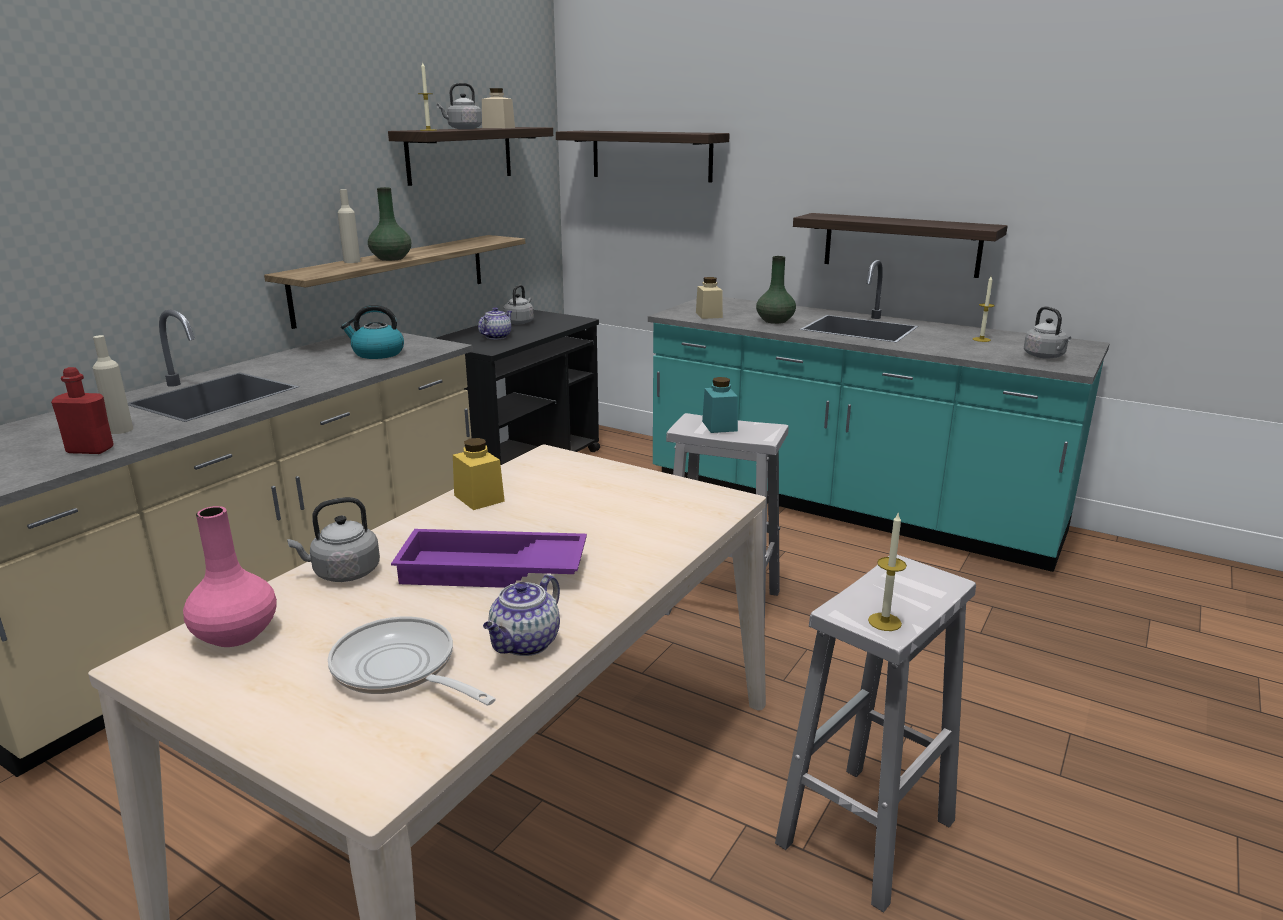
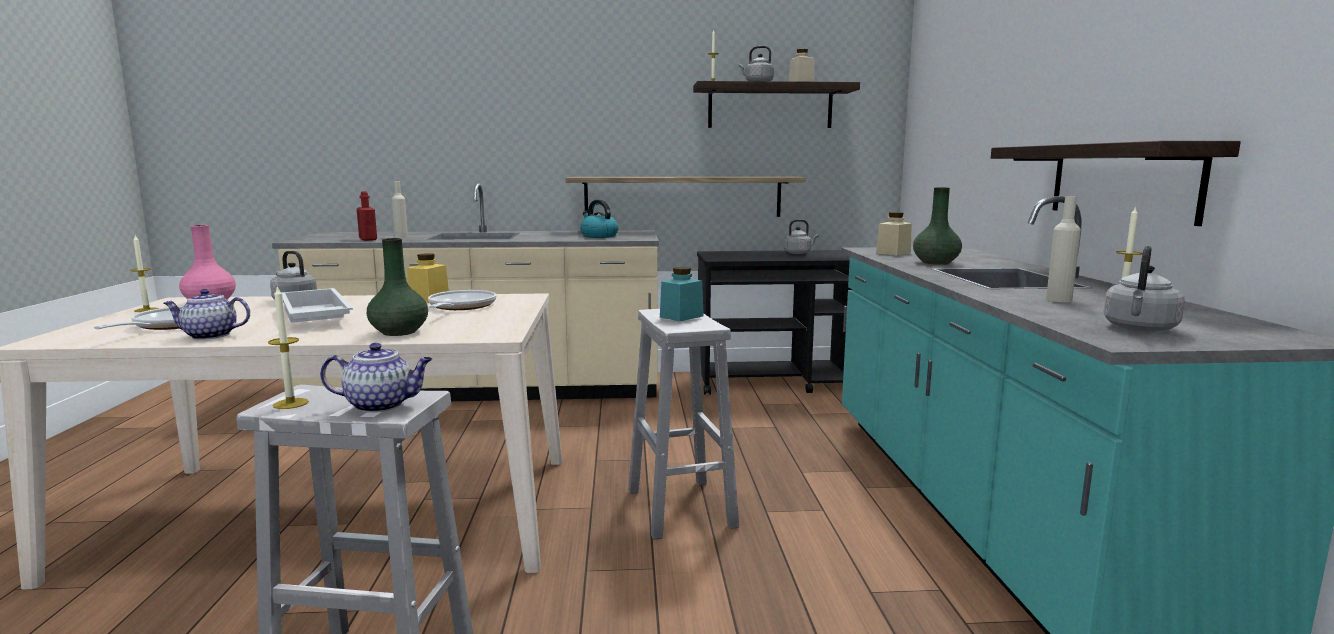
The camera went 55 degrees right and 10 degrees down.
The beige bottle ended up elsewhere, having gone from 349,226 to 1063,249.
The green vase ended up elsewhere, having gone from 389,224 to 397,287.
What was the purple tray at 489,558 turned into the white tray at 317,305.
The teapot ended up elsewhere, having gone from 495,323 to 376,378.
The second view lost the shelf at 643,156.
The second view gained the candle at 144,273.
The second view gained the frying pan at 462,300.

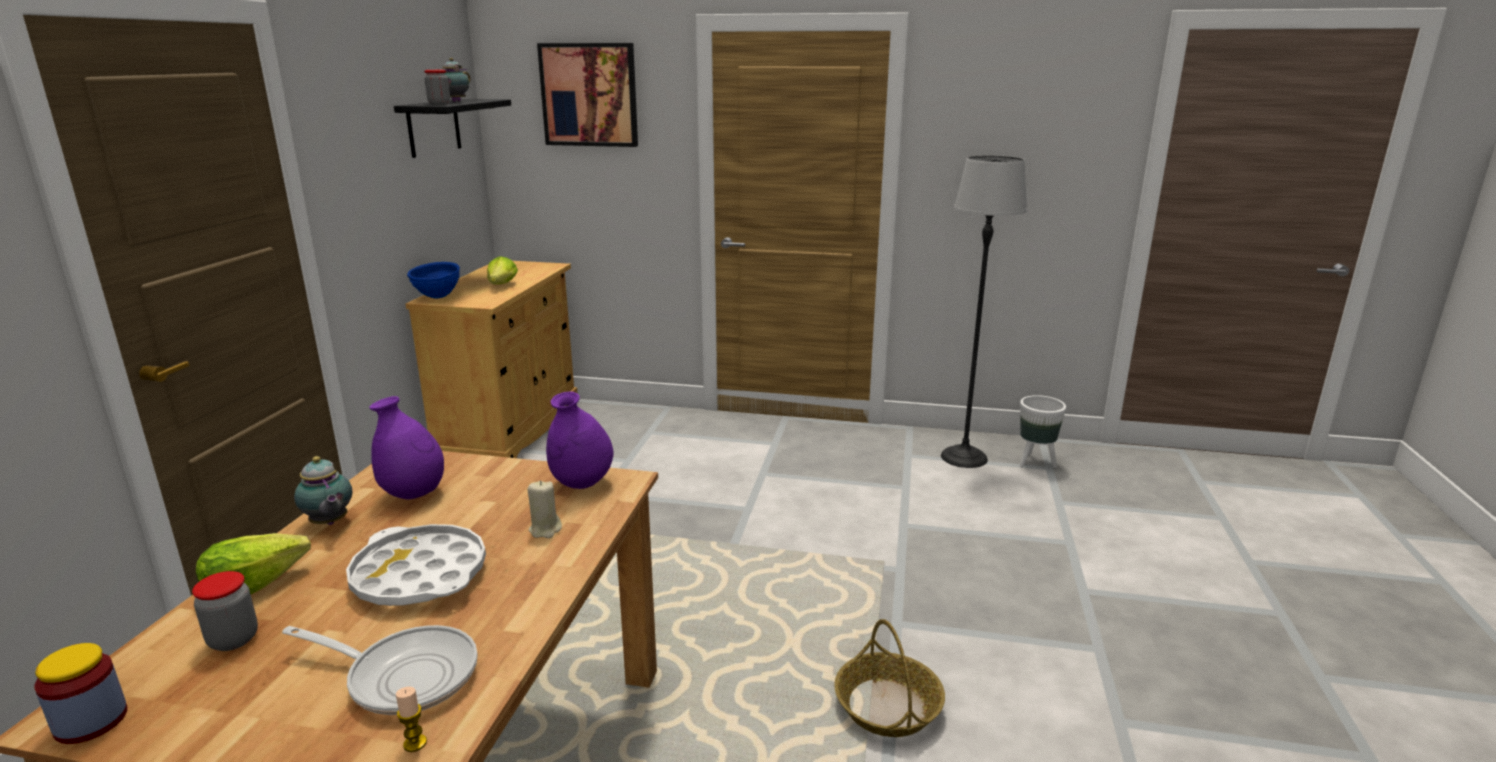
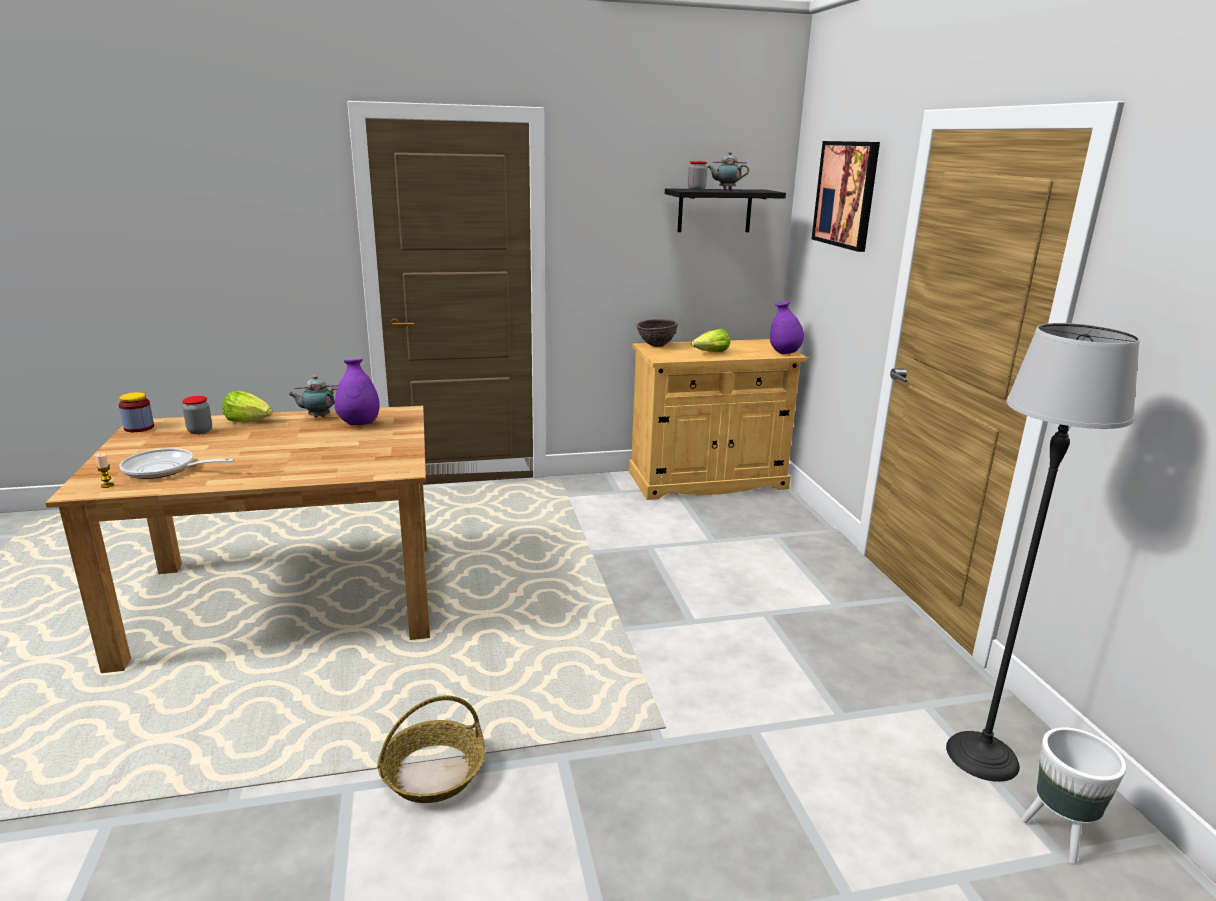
The camera went 65 degrees right and 0 degrees up.
The frying pan at 380,670 ended up facing another way, 105 degrees clockwise from before.
The teapot at 323,490 ended up facing another way, 45 degrees clockwise from before.
The second view lost the white tray at 416,565.
What was the blue bowl at 433,280 turned into the brown bowl at 657,333.
The second view lost the beige candle at 545,509.
The purple vase ended up elsewhere, having gone from 580,440 to 787,327.

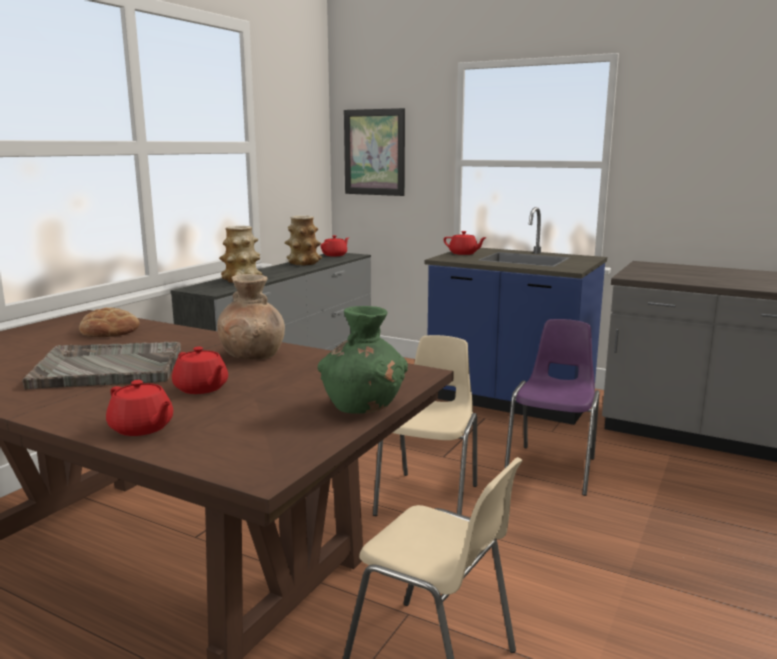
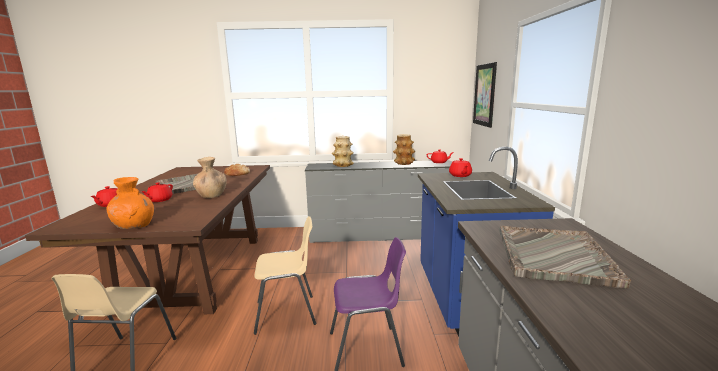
The camera went 60 degrees right and 0 degrees up.
What was the green vase at 363,360 turned into the orange vase at 130,203.
The second view gained the grey tray at 565,257.

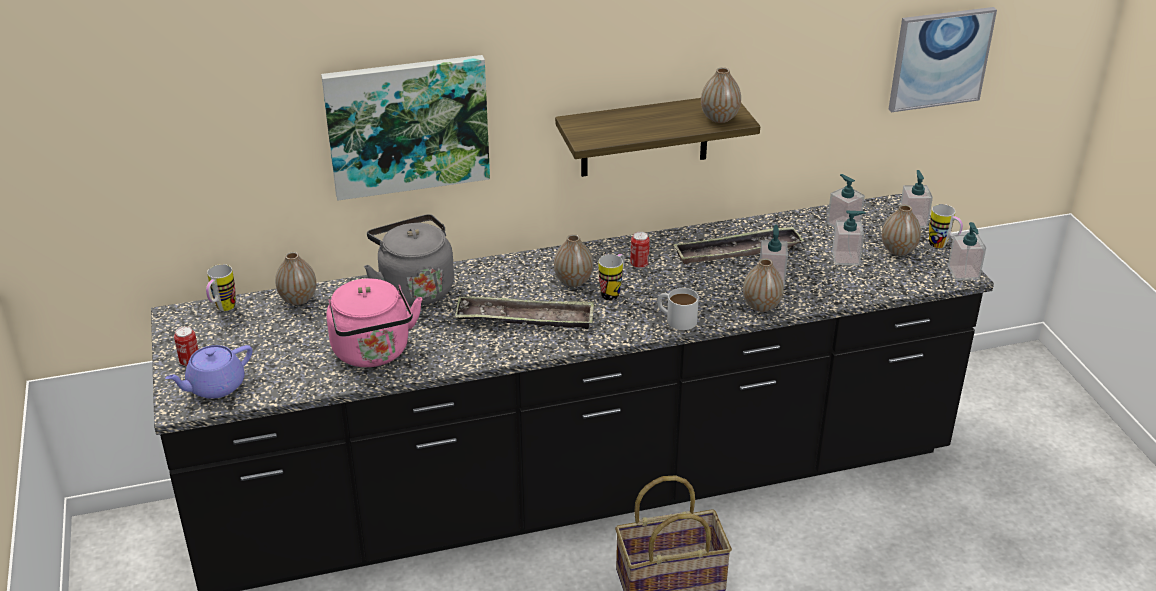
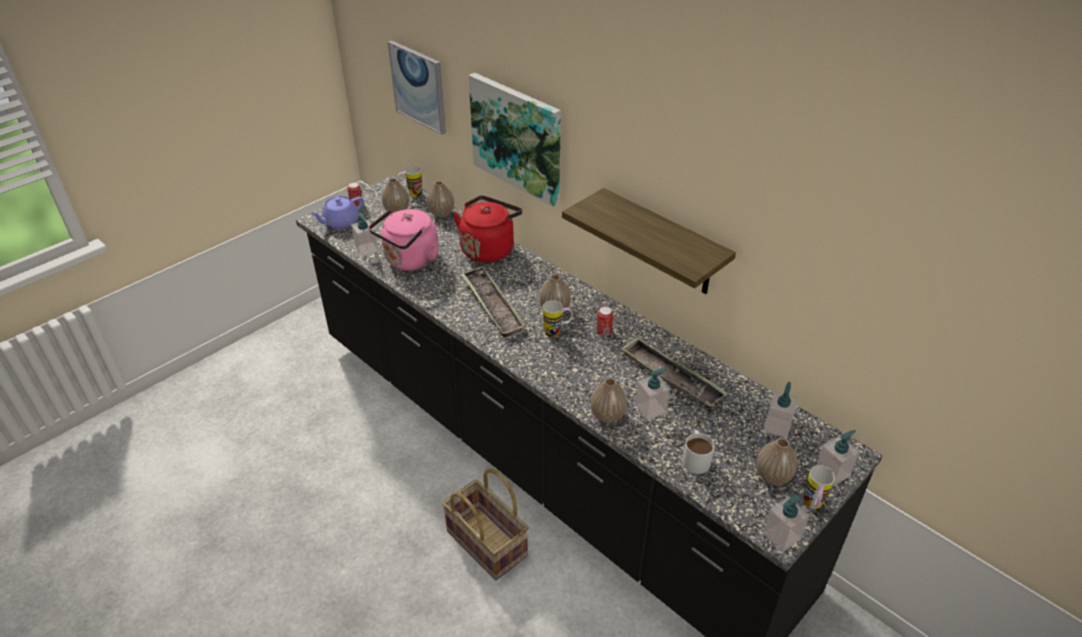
The camera went 60 degrees right and 5 degrees up.
The purple teapot at 208,372 ended up facing another way, 60 degrees counterclockwise from before.
What was the grey kettle at 409,260 turned into the red kettle at 487,229.
The white mug ended up elsewhere, having gone from 678,309 to 698,452.
The vase ended up elsewhere, having gone from 721,95 to 395,196.
The soap dispenser ended up elsewhere, having gone from 849,237 to 365,234.
The picture ended up elsewhere, having gone from 943,59 to 417,88.

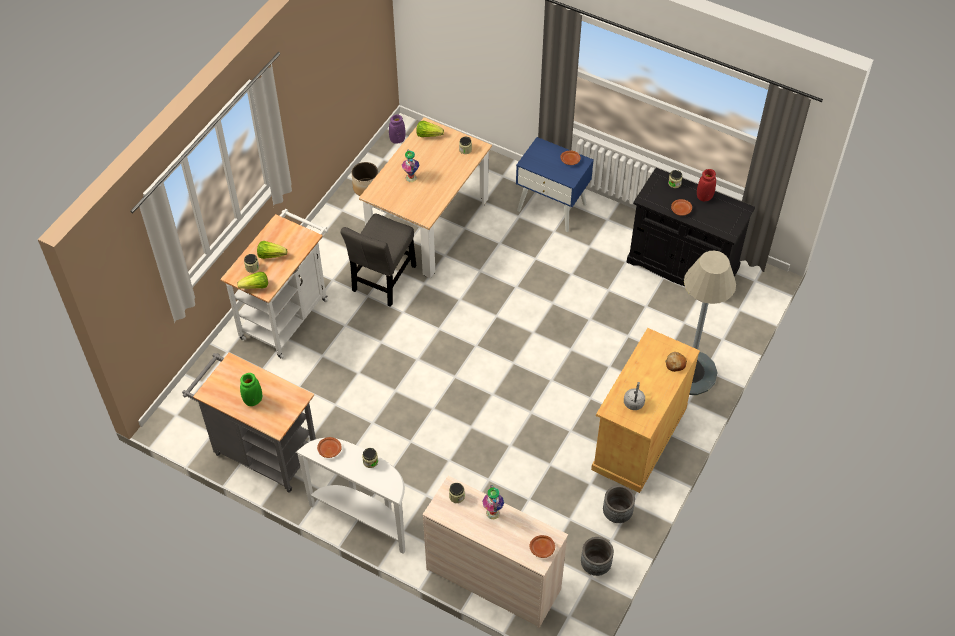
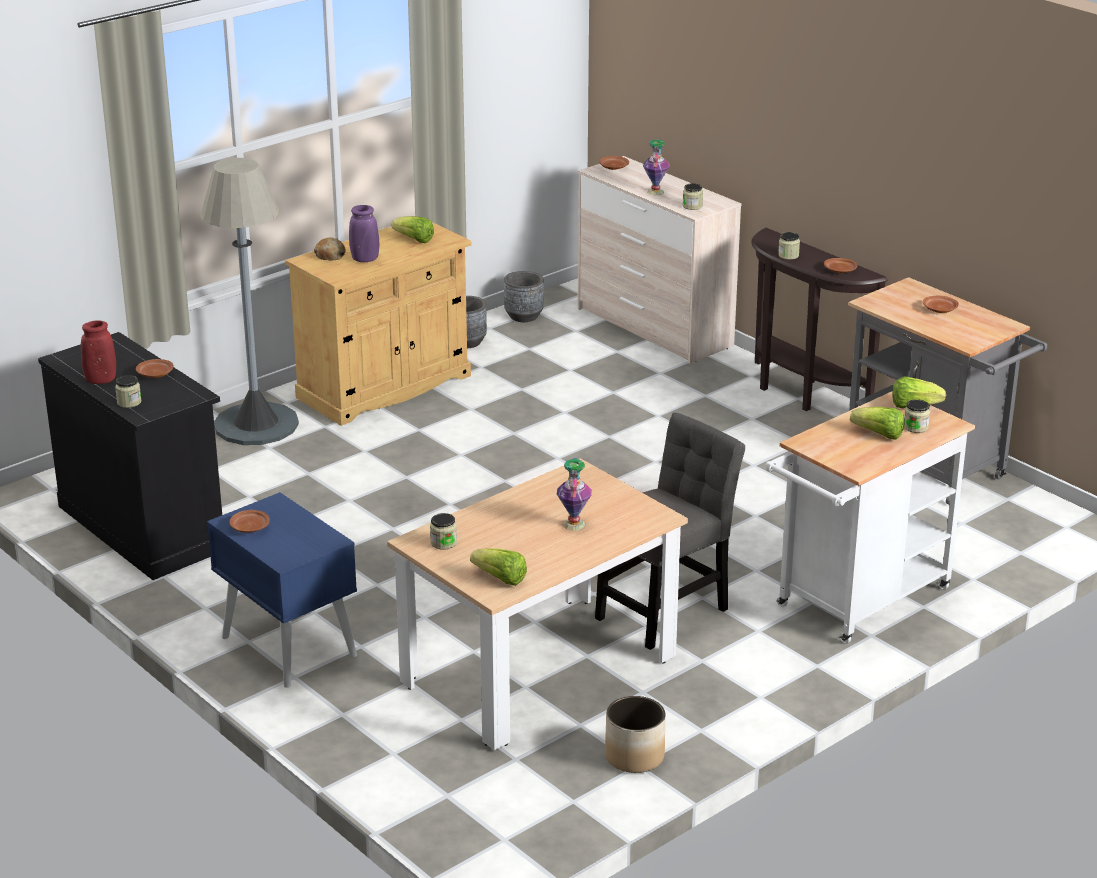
The camera went 160 degrees left and 25 degrees down.
Where the green vase stood at 251,389, the brown plate came to stand at 941,304.
What was the white console table at 350,496 turned into the brown console table at 819,319.
The purple vase ended up elsewhere, having gone from 397,129 to 364,233.
Where the grey kettle stood at 634,396, the lettuce came to stand at 412,229.

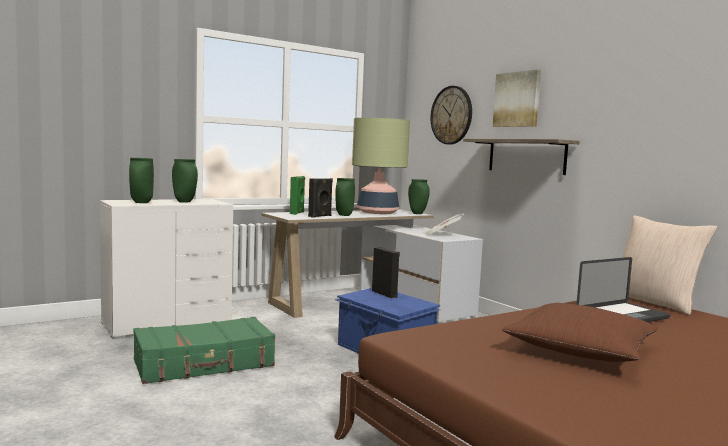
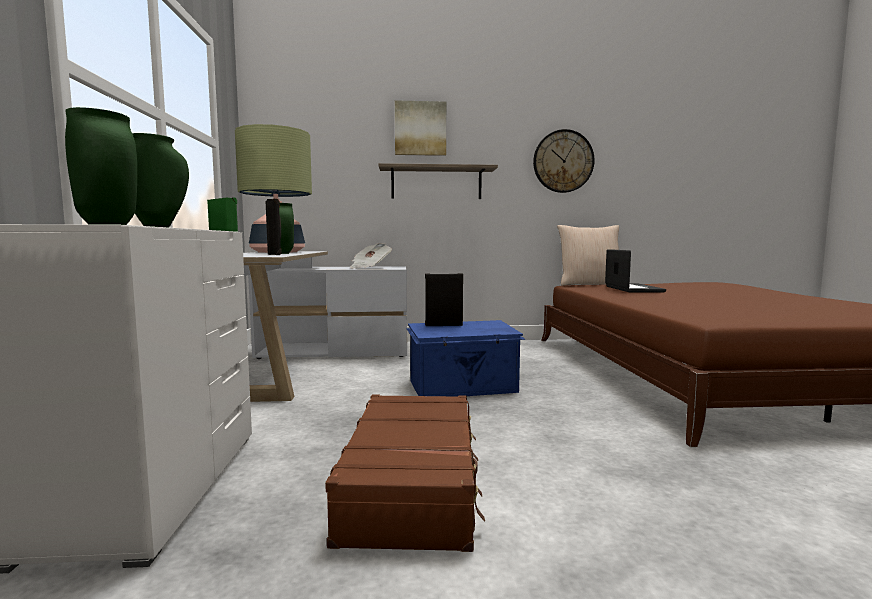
The camera went 60 degrees left and 0 degrees up.
What was the green suitcase at 204,350 turned into the brown suitcase at 405,473.
The second view lost the green vase at 419,196.
The wall clock ended up elsewhere, having gone from 451,115 to 564,161.
The second view lost the brown pillow at 580,332.

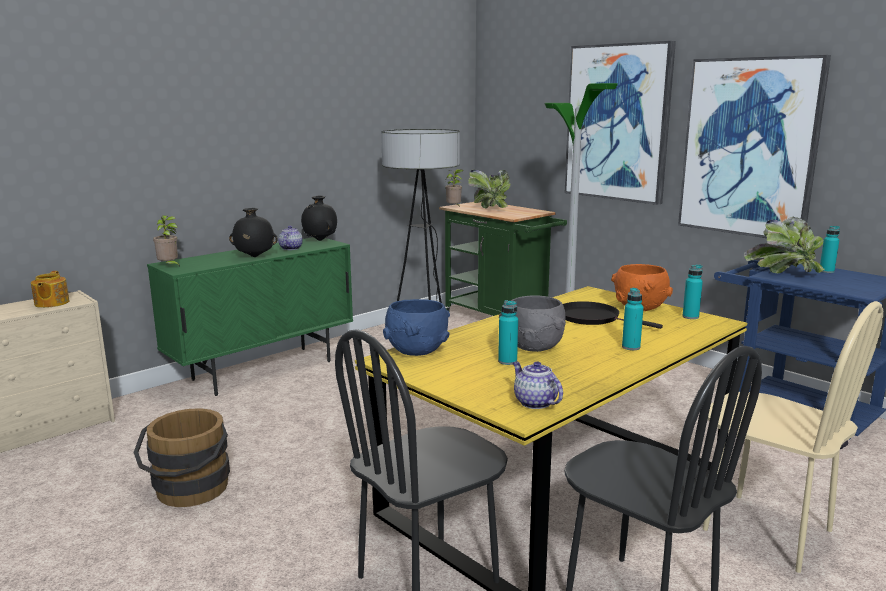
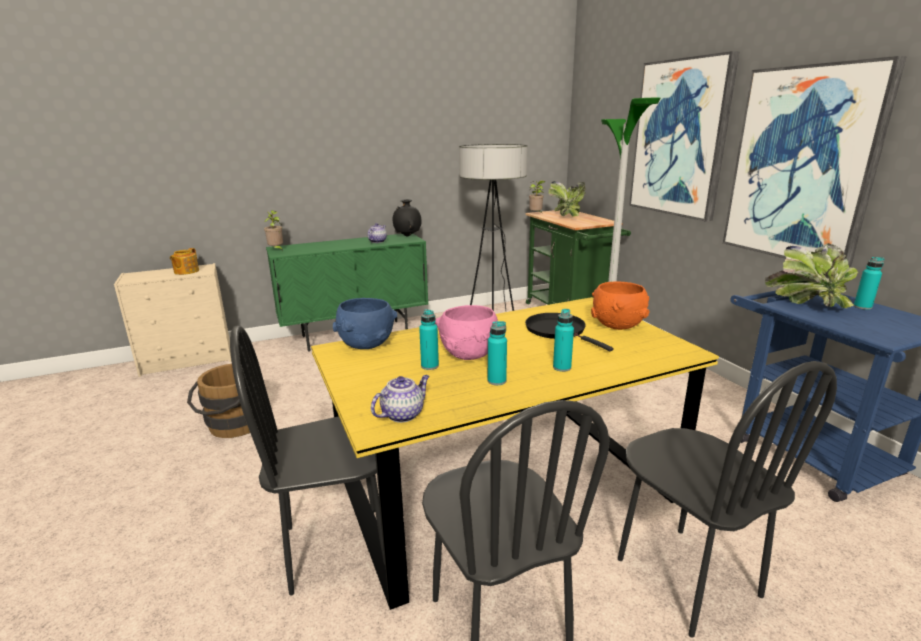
The camera went 20 degrees right and 5 degrees up.
The second view lost the black vase at 253,232.
What was the grey bowl at 532,324 turned into the pink bowl at 466,332.
The teapot at 537,385 ended up facing another way, 60 degrees clockwise from before.
The turquoise bottle ended up elsewhere, having gone from 692,292 to 497,353.
What was the beige chair at 793,437 turned into the black chair at 727,499.

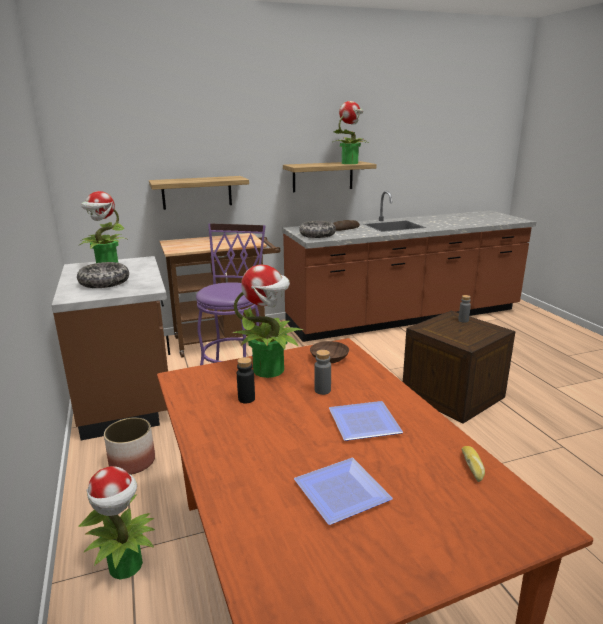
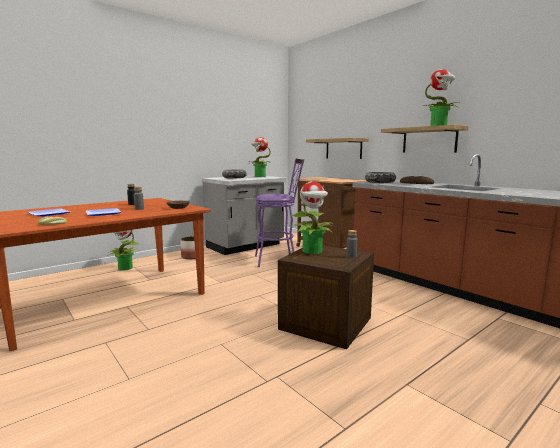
The camera went 70 degrees right and 10 degrees down.
What was the brown counter at 111,348 turned into the grey counter at 244,215.
The potted plant ended up elsewhere, having gone from 267,321 to 312,218.

